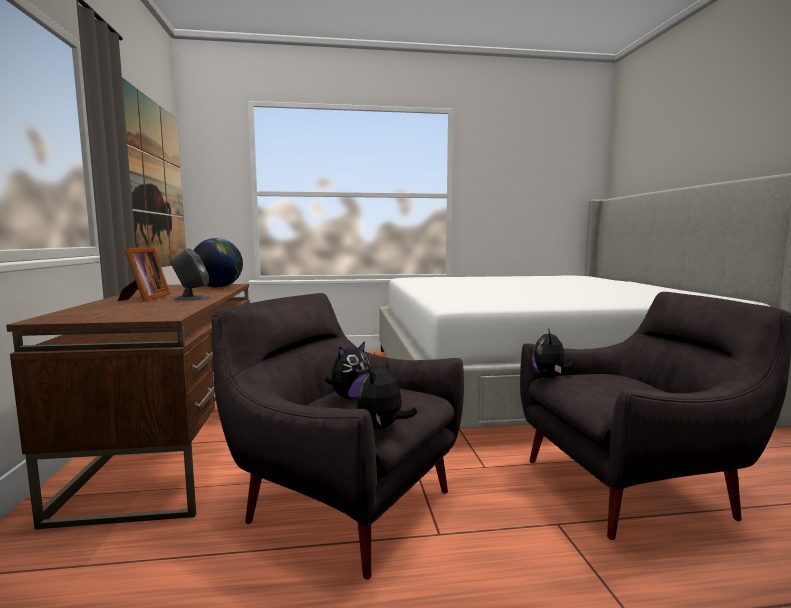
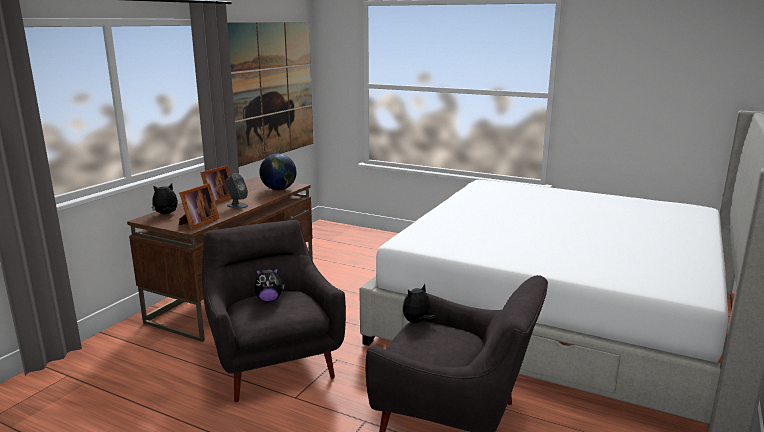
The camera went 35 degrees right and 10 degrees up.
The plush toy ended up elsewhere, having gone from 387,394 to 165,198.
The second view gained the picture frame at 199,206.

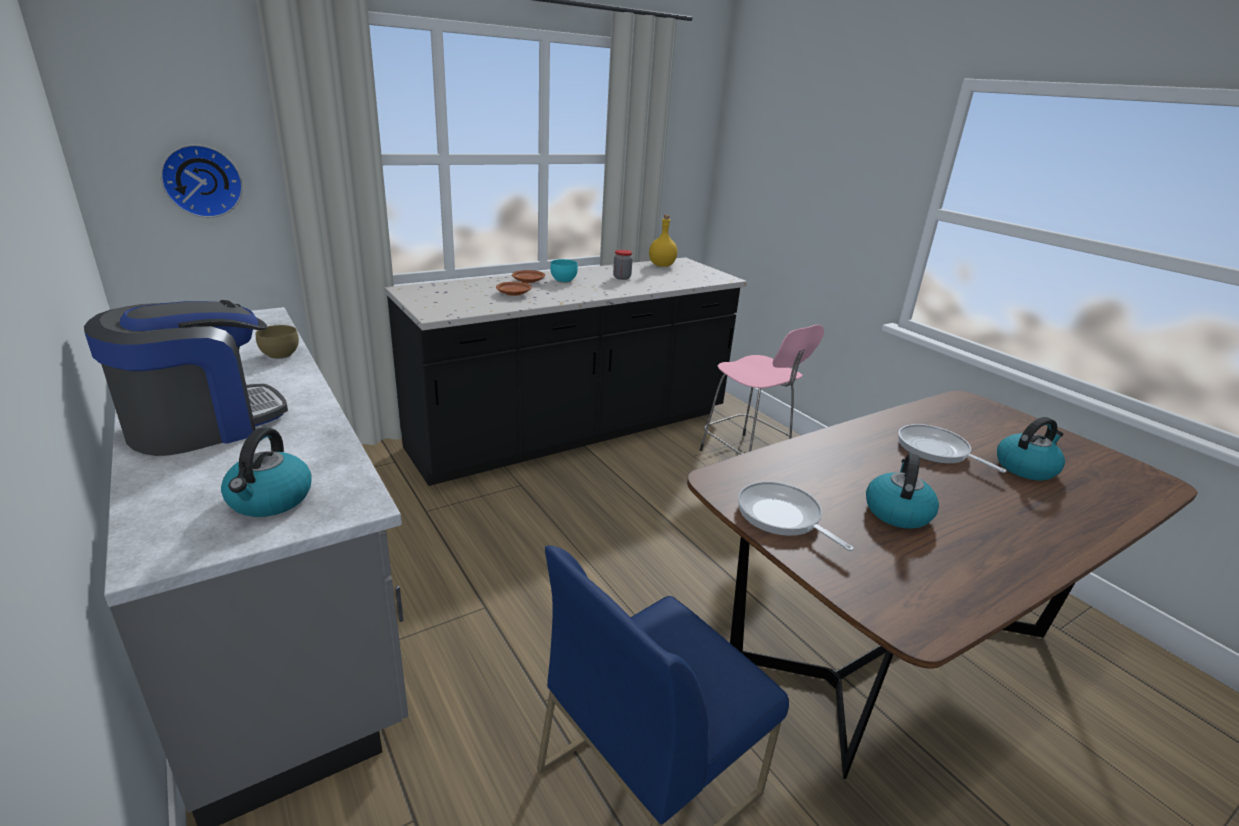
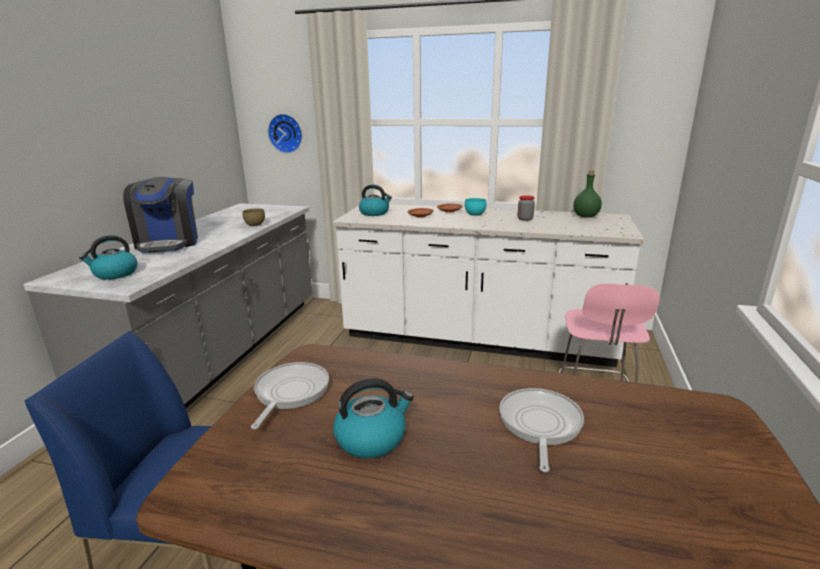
The camera went 50 degrees right and 5 degrees down.
The coffee machine at 186,378 ended up facing another way, 75 degrees clockwise from before.
What was the black counter at 566,371 turned into the white counter at 488,285.
What was the yellow bottle at 663,241 turned into the green bottle at 587,194.
The kettle ended up elsewhere, having gone from 1031,448 to 375,200.

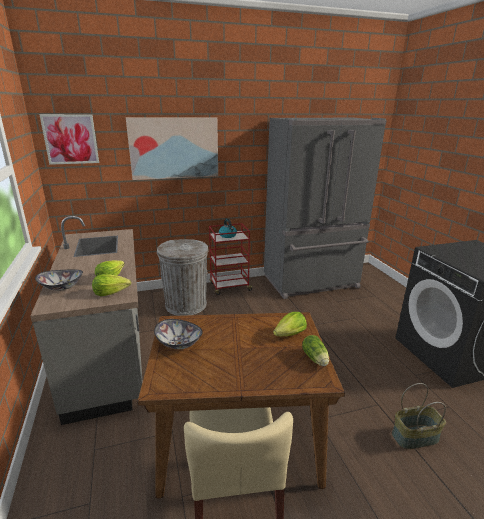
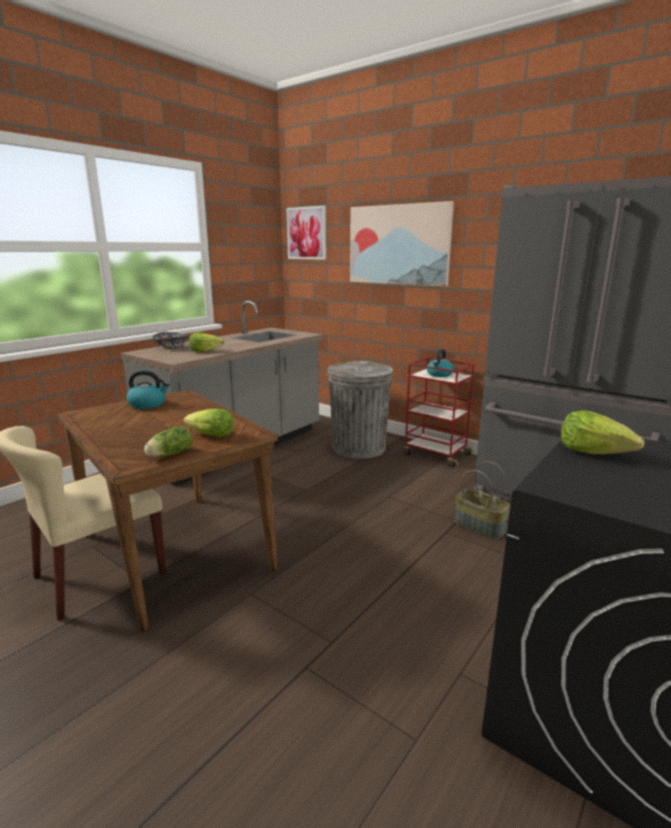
The camera went 55 degrees right and 5 degrees down.
The lettuce ended up elsewhere, having gone from 111,285 to 602,432.
Where the bowl stood at 178,334, the kettle came to stand at 148,389.
The basket ended up elsewhere, having gone from 419,416 to 483,500.

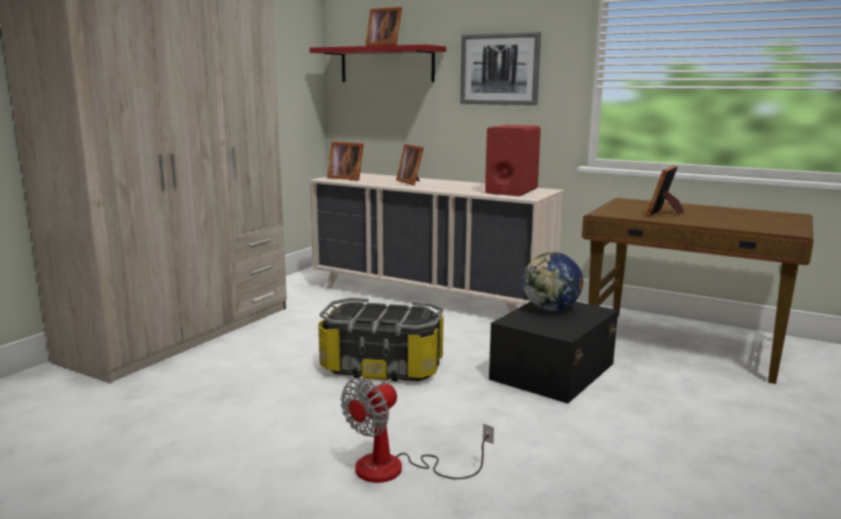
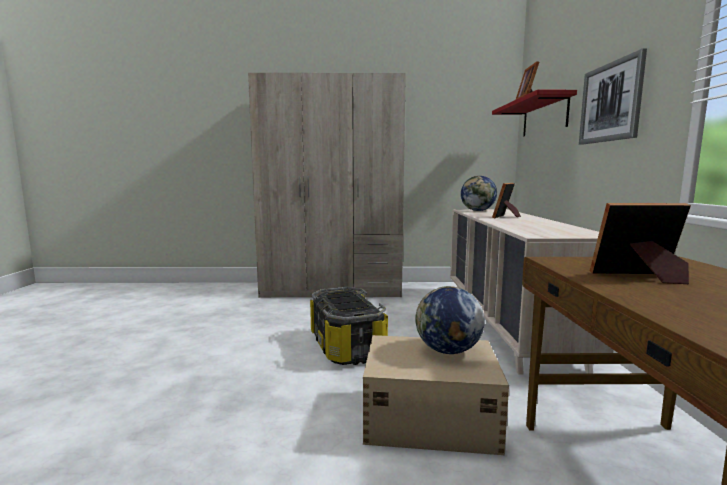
The camera went 60 degrees right and 5 degrees down.
Where the picture frame stood at 345,161, the globe came to stand at 479,193.
The second view lost the fan at 417,430.
The second view lost the red speaker at 513,160.
What was the black storage box at 553,352 turned into the beige storage box at 436,395.

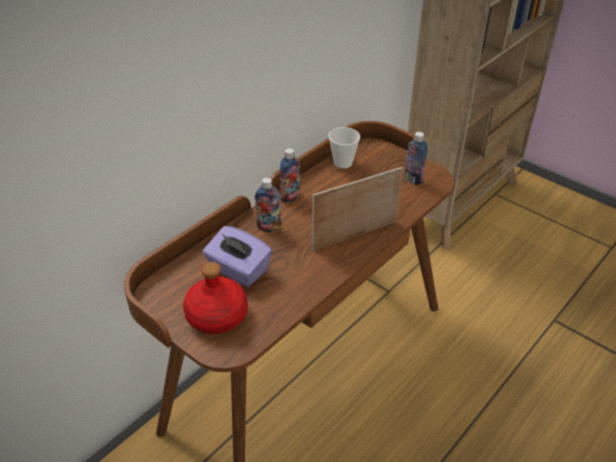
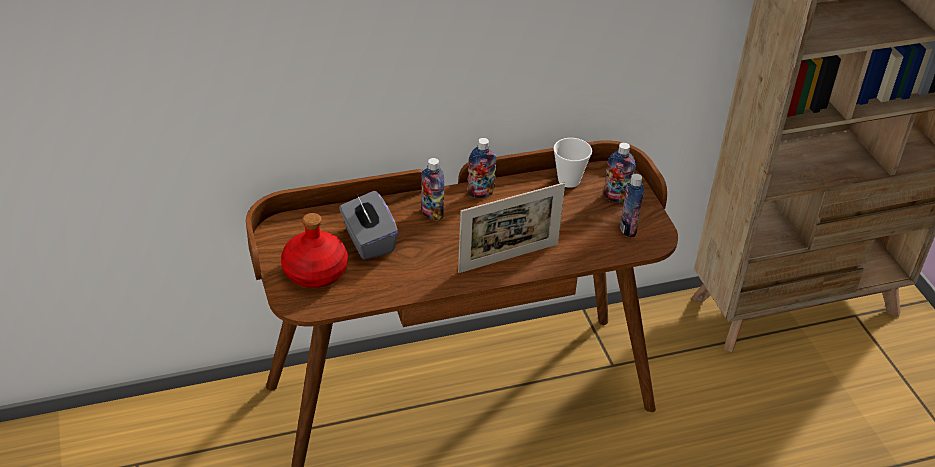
The camera went 30 degrees right and 0 degrees up.
What was the purple tissue box at 237,256 turned into the grey tissue box at 369,225.
The picture frame at 357,208 ended up facing another way, 150 degrees clockwise from before.
The second view gained the bottle at 619,173.

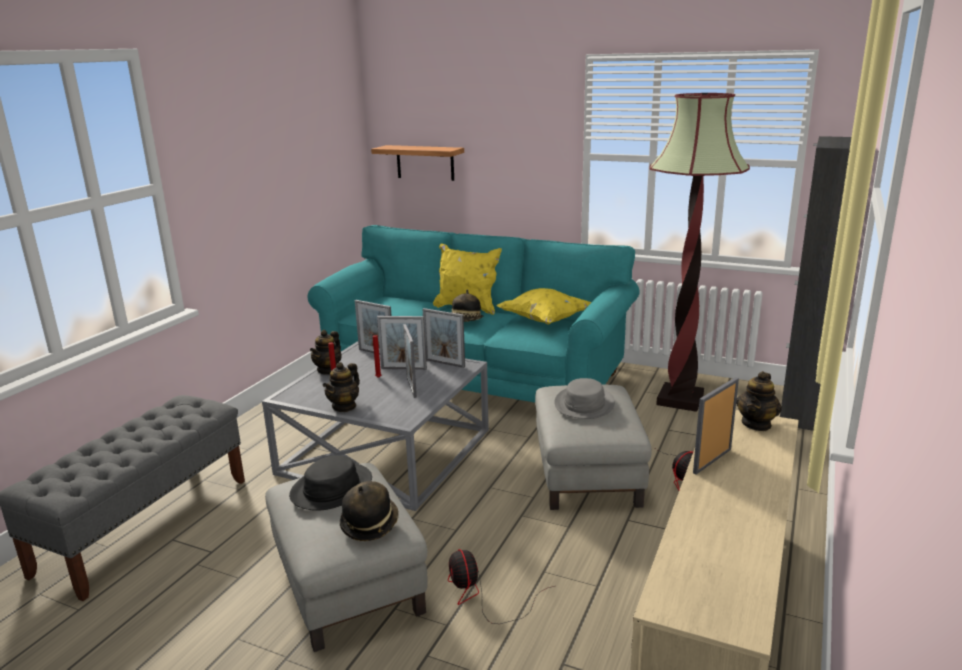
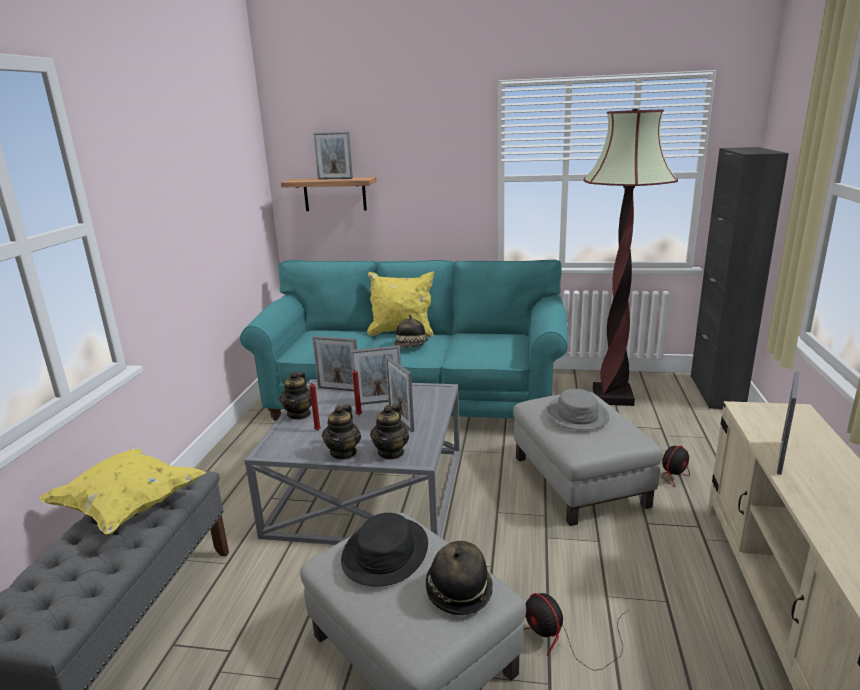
The camera went 15 degrees left and 0 degrees up.
The picture frame ended up elsewhere, having gone from 444,338 to 333,156.
The yellow pillow ended up elsewhere, having gone from 543,306 to 122,491.
The teapot ended up elsewhere, having gone from 759,401 to 389,432.

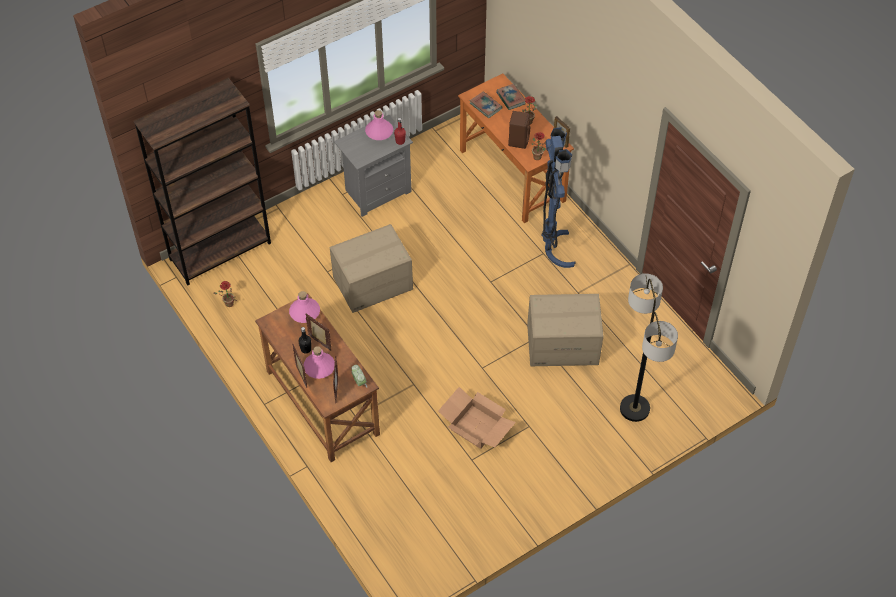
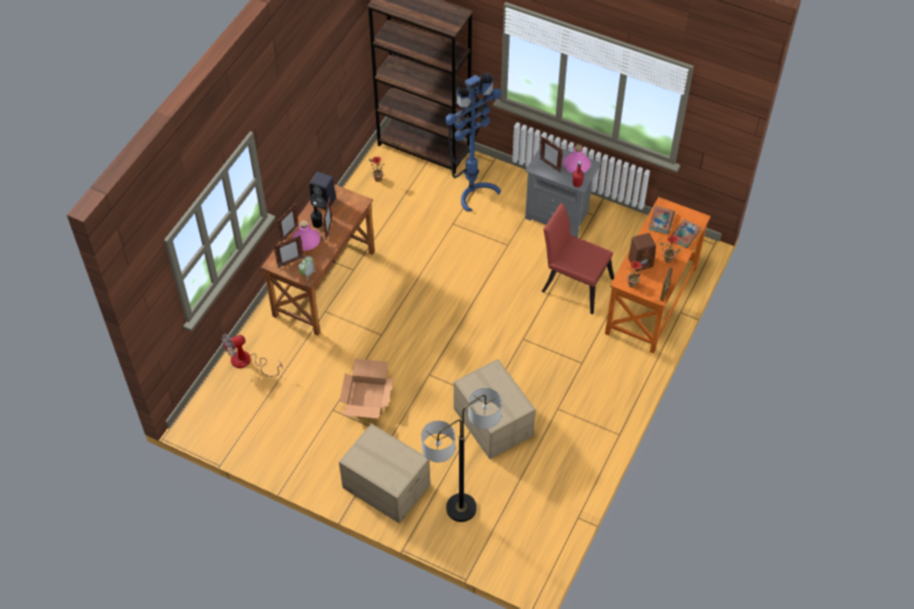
The camera went 60 degrees right and 0 degrees up.
The second view lost the pink bottle at 304,307.
The cardboard box ended up elsewhere, having gone from 371,268 to 384,474.
The blue floor lamp ended up elsewhere, having gone from 559,197 to 473,143.
The second view gained the fan at 252,355.
The second view gained the black speaker at 322,191.
The second view gained the picture frame at 551,154.
The second view gained the red chair at 578,258.

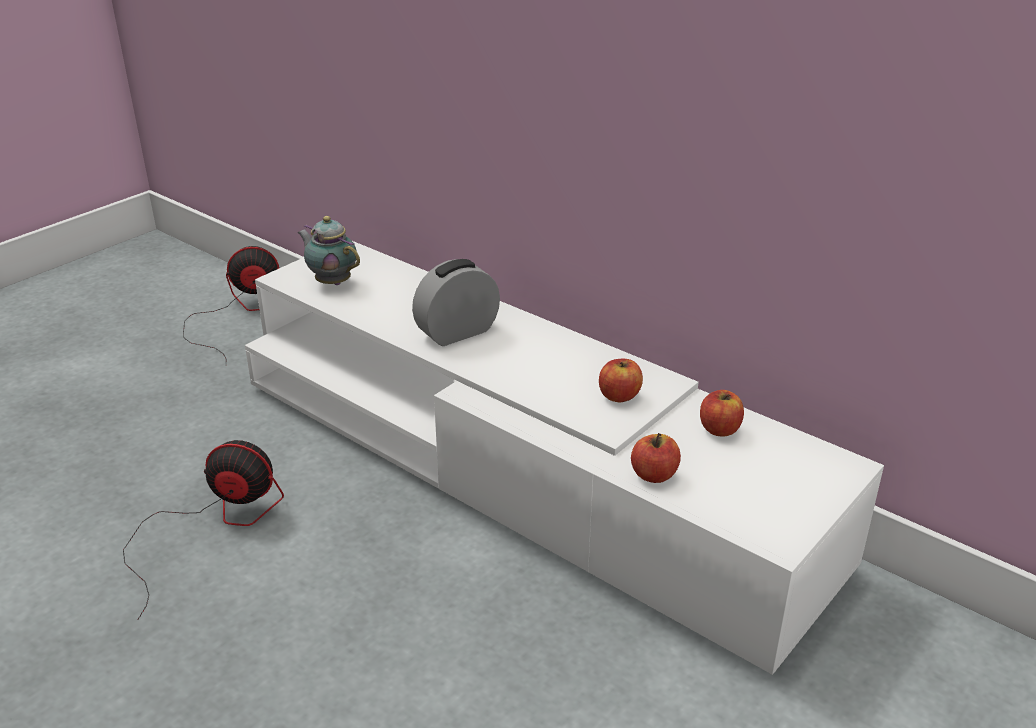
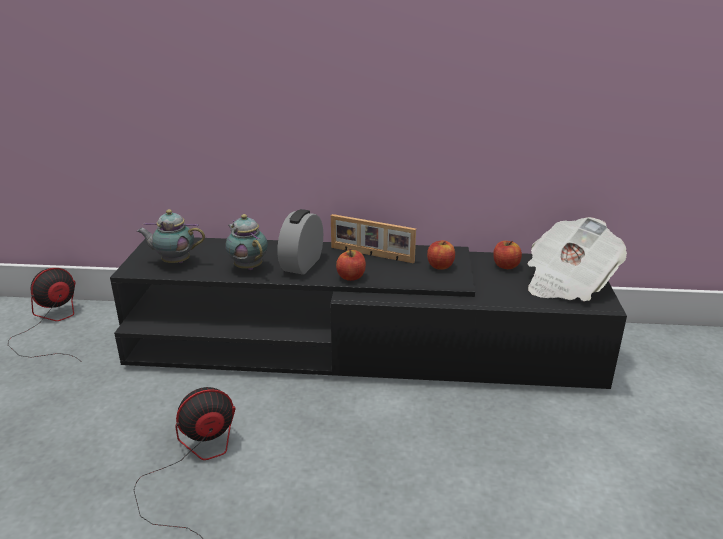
The camera went 35 degrees left and 5 degrees down.
What was the white tv stand at 564,457 turned into the black tv stand at 368,313.
The apple ended up elsewhere, having gone from 656,458 to 351,265.
The second view gained the teapot at 246,242.
The second view gained the picture frame at 373,239.
The second view gained the newspaper at 577,259.

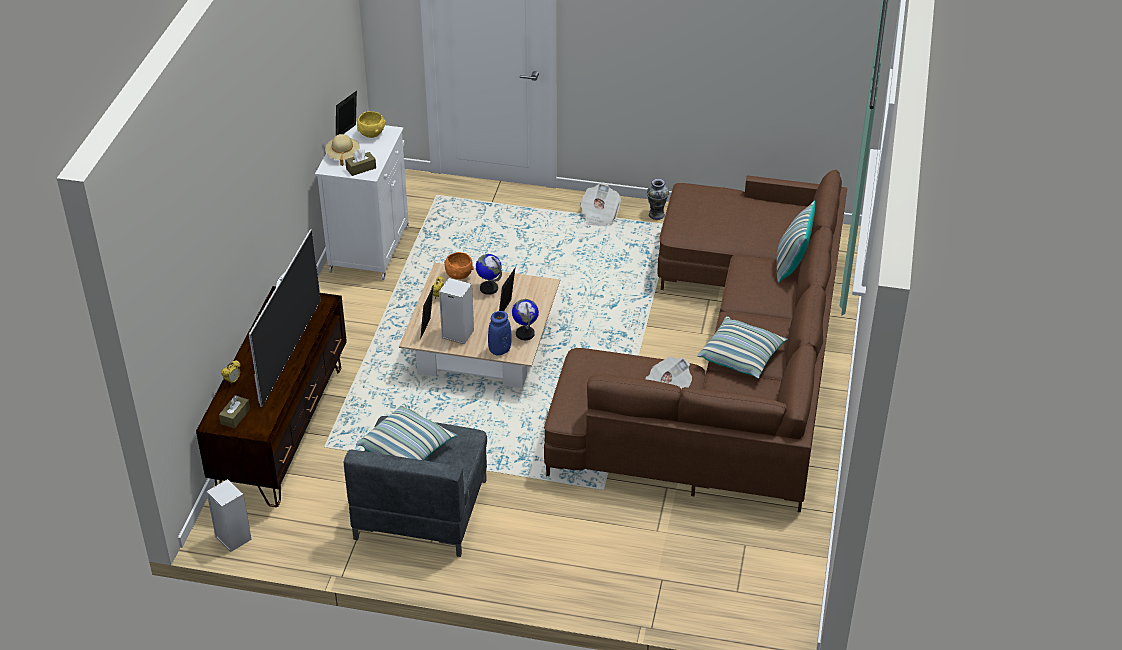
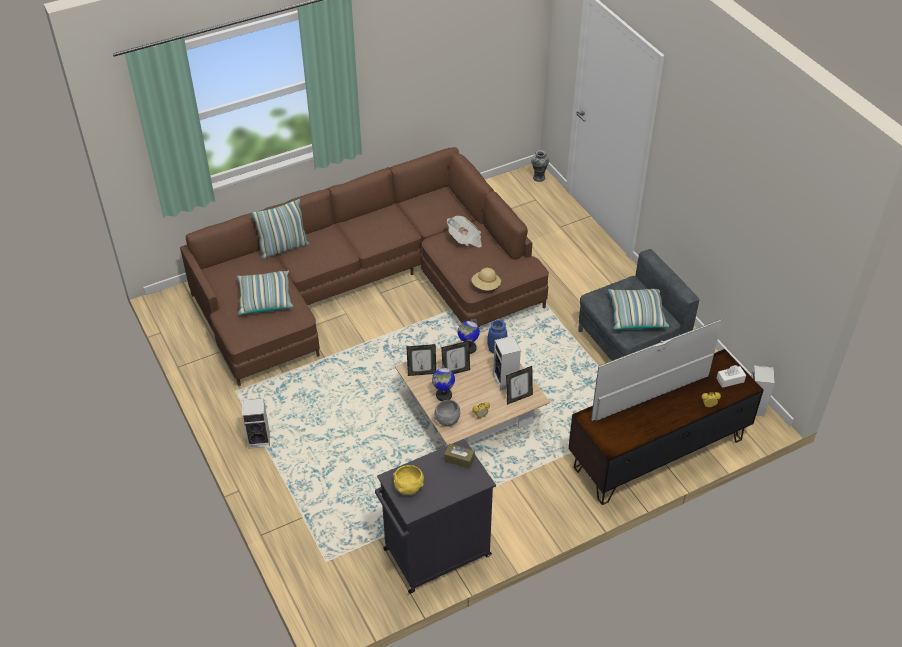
The camera went 130 degrees left and 5 degrees up.
What was the brown tissue box at 234,411 turned into the white tissue box at 731,376.
What was the white cabinet at 362,201 turned into the black cabinet at 435,516.
The beige hat ended up elsewhere, having gone from 342,150 to 486,279.
The picture frame ended up elsewhere, having gone from 346,113 to 421,360.
What was the orange bowl at 459,265 turned into the grey bowl at 447,413.
Where the newspaper stood at 601,204, the speaker came to stand at 256,423.
The vase ended up elsewhere, having gone from 658,199 to 540,166.
The pillow ended up elsewhere, having gone from 742,347 to 265,292.

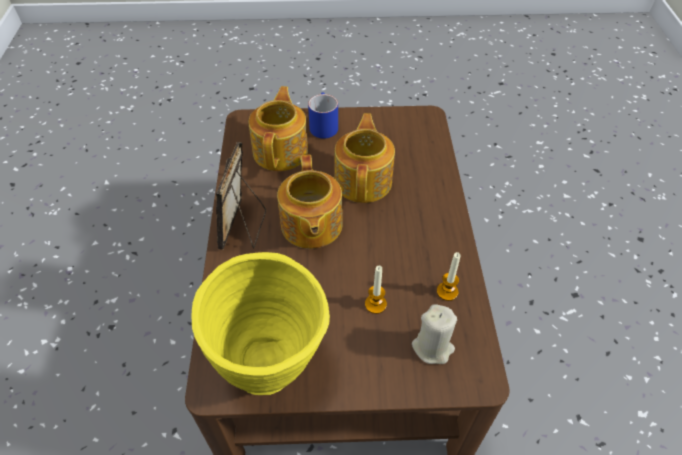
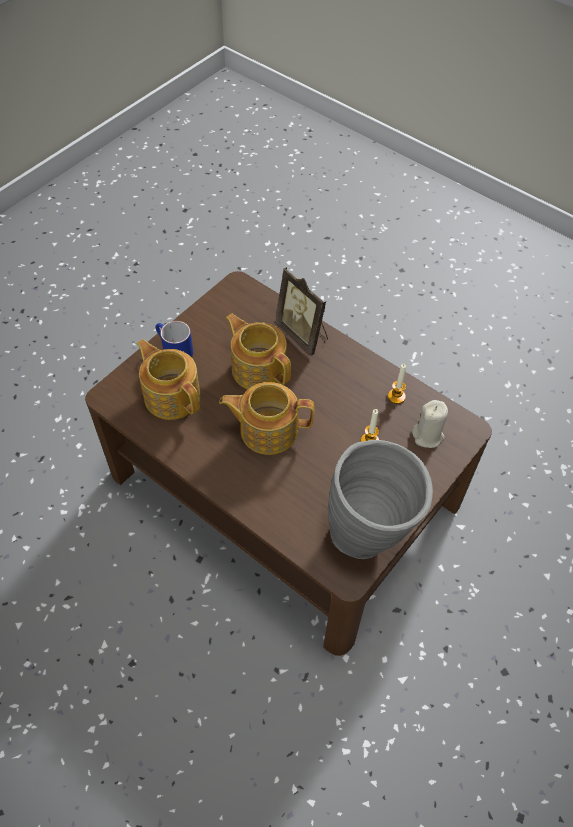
The camera went 50 degrees left and 5 degrees up.
What was the yellow vase at 261,323 turned into the grey vase at 380,499.
The picture frame ended up elsewhere, having gone from 241,196 to 301,311.
The teapot at 310,201 ended up facing another way, 150 degrees clockwise from before.

